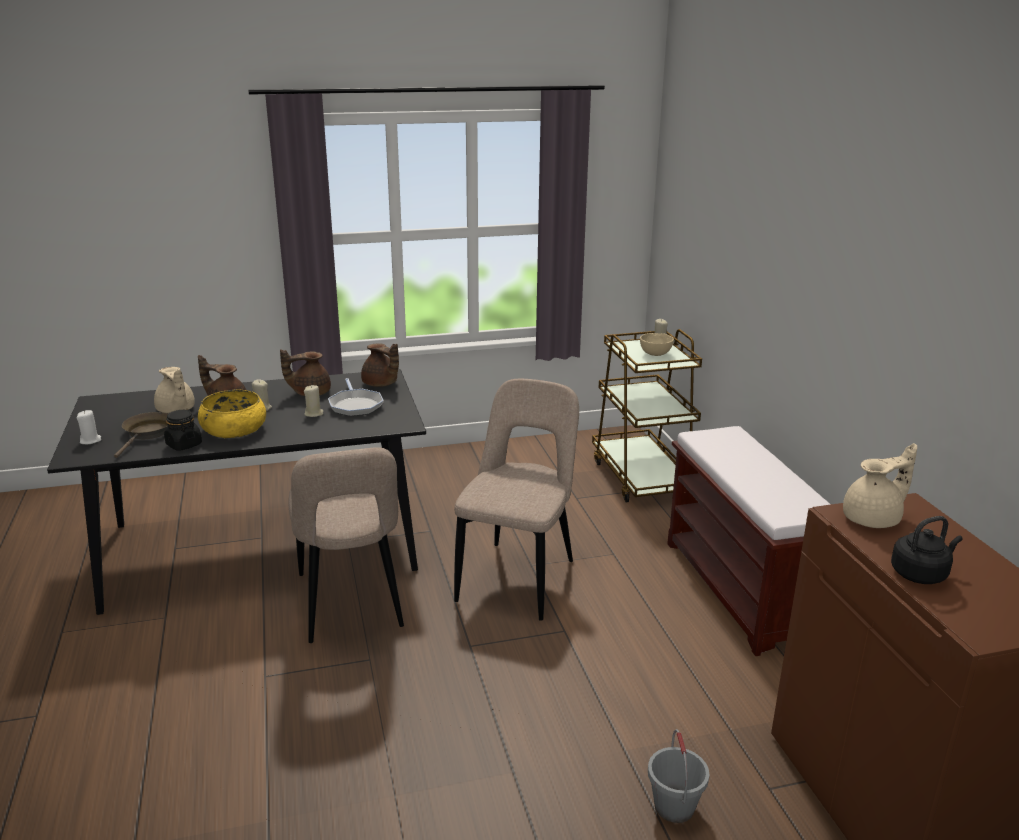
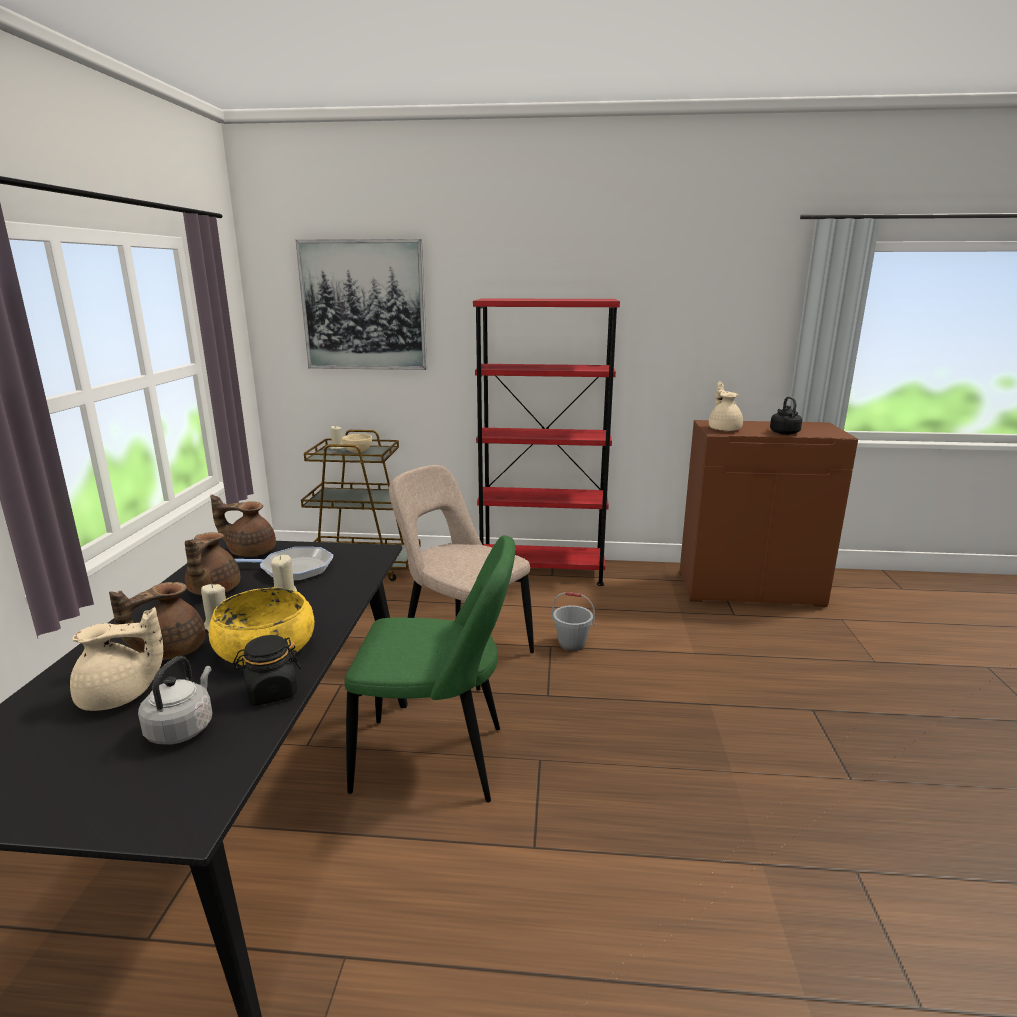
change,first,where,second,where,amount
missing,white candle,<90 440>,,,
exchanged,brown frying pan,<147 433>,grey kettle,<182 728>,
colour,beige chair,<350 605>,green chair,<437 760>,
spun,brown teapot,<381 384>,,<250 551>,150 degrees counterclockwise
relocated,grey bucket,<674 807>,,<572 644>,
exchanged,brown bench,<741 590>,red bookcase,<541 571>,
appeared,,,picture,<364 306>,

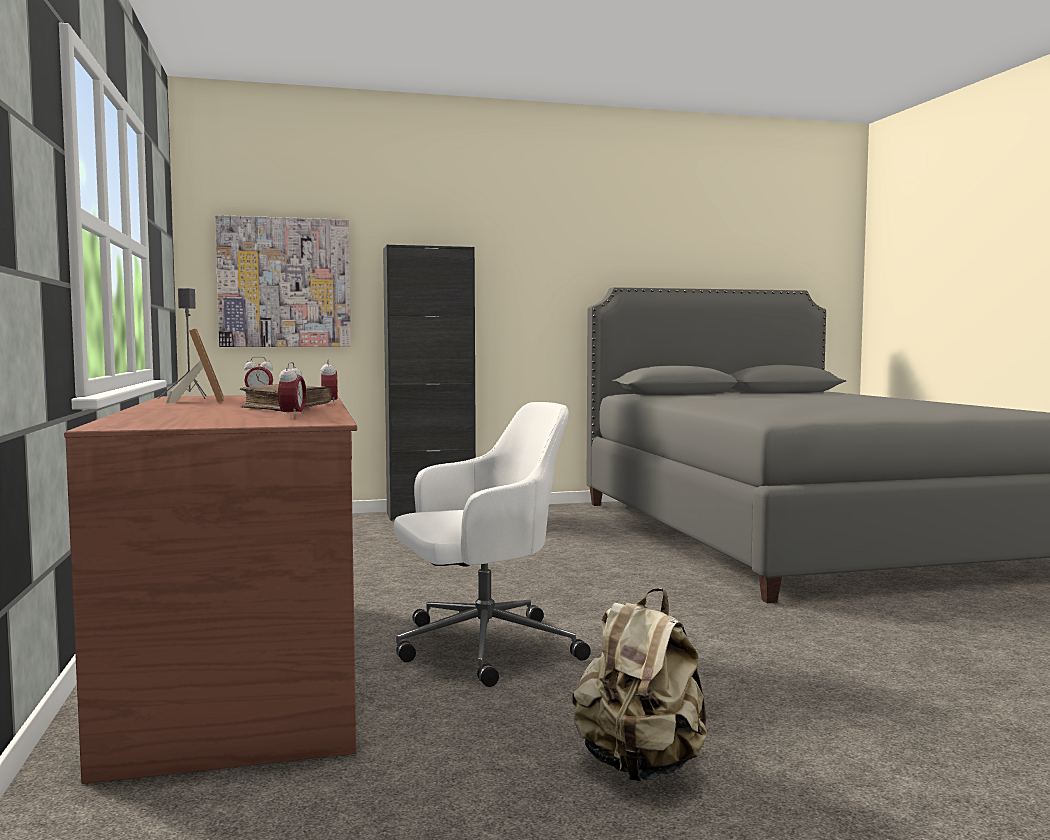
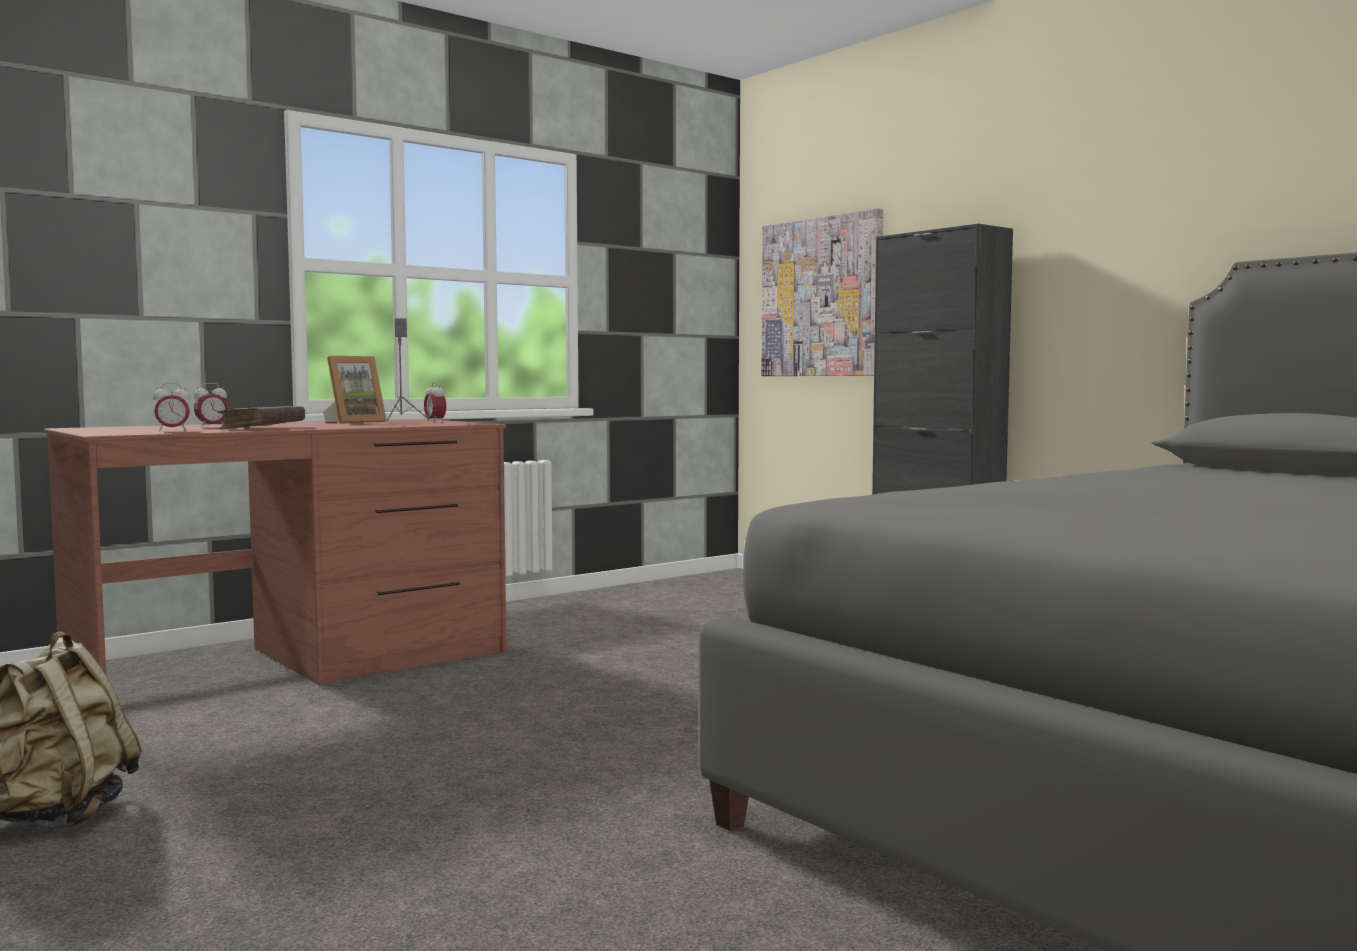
change,first,where,second,where,amount
relocated,alarm clock,<329 404>,,<212 427>,
missing,white office chair,<481 648>,,,

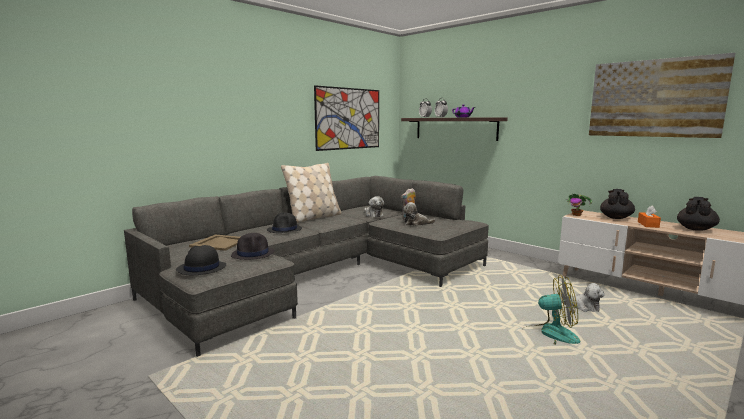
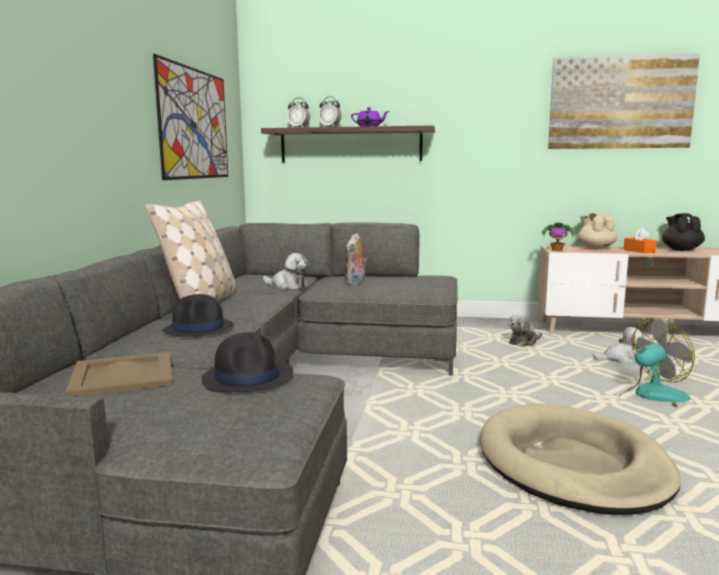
change,first,where,second,where,amount
missing,black hat,<201 268>,,,
relocated,plush toy,<416 223>,,<523 342>,
colour,black teapot,<615 217>,beige teapot,<595 248>,
appeared,,,beige dog bed,<572 464>,

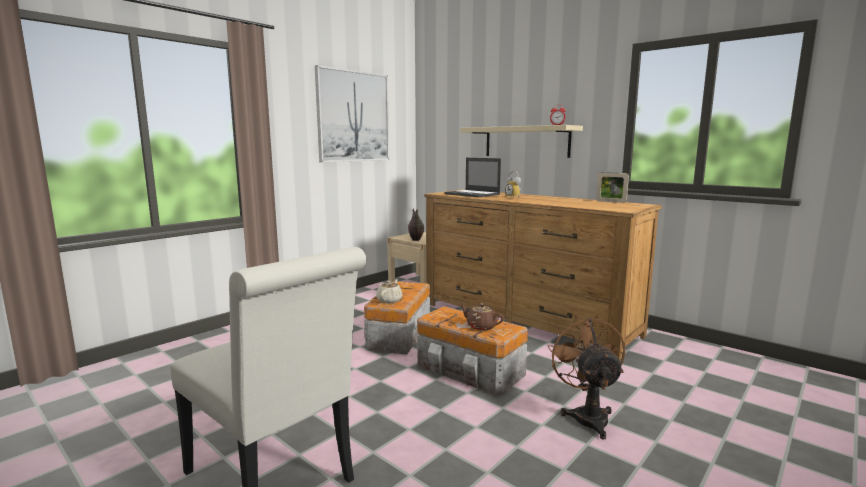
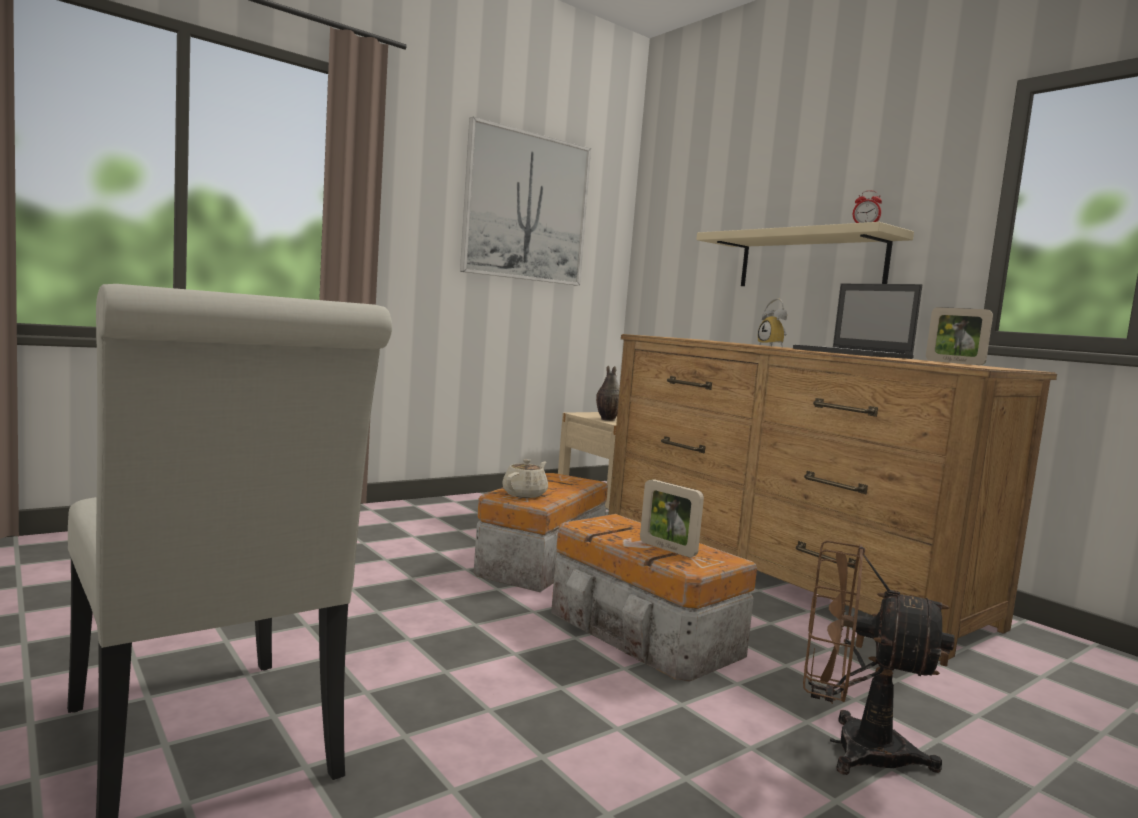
change,first,where,second,where,amount
relocated,laptop,<472 194>,,<853 354>,
exchanged,brown teapot,<481 326>,picture frame,<667 549>,
spun,brown fan,<587 415>,,<851 747>,75 degrees counterclockwise

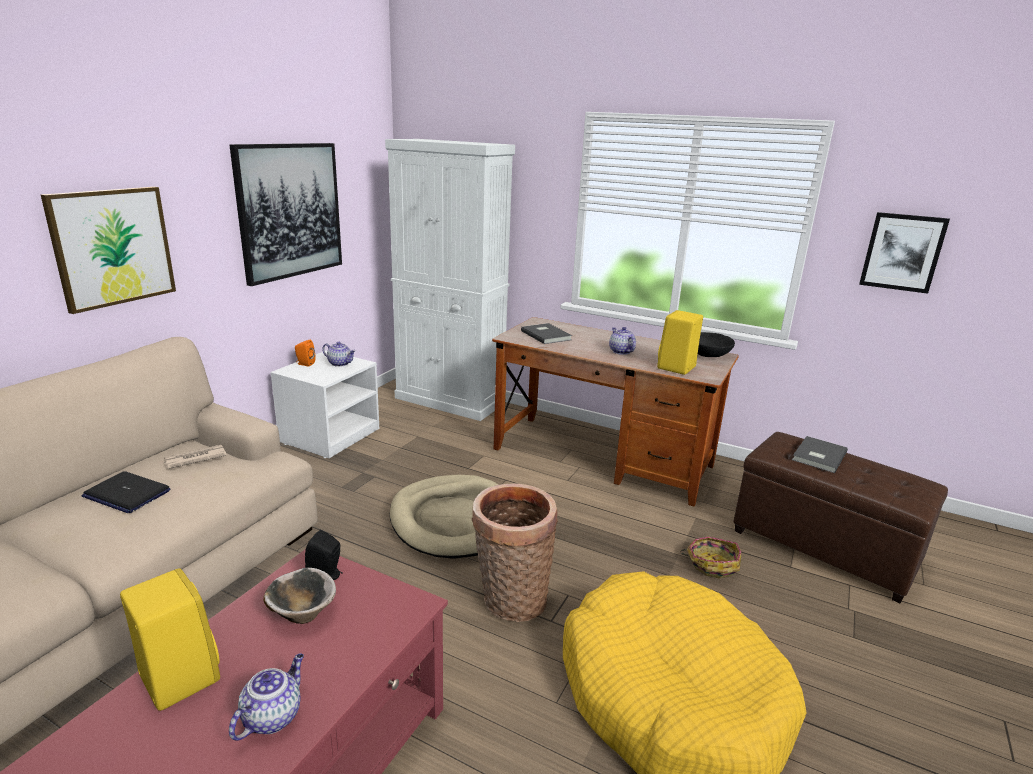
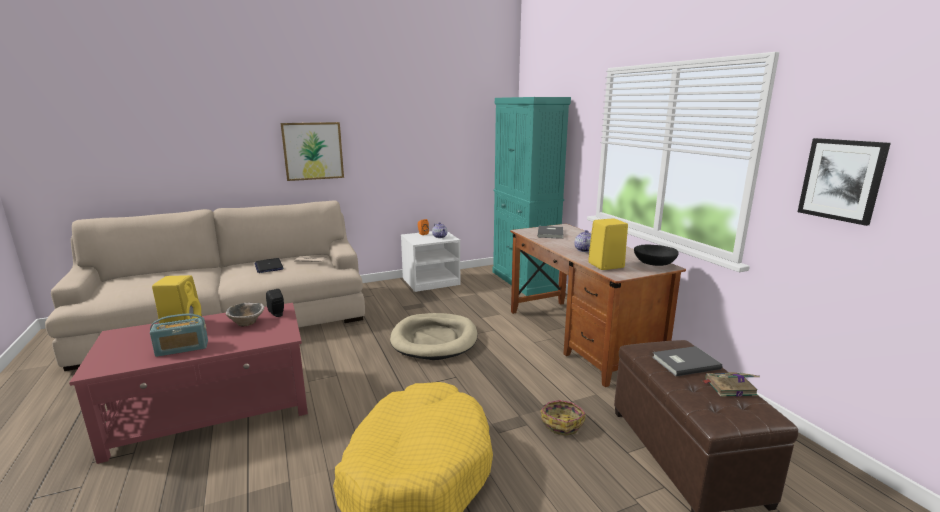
change,first,where,second,where,amount
missing,picture,<290 211>,,,
exchanged,teapot,<272 716>,radio,<182 348>,
colour,white cabinet,<450 400>,turquoise cabinet,<524 280>,
missing,basket,<510 600>,,,
appeared,,,book,<729 387>,

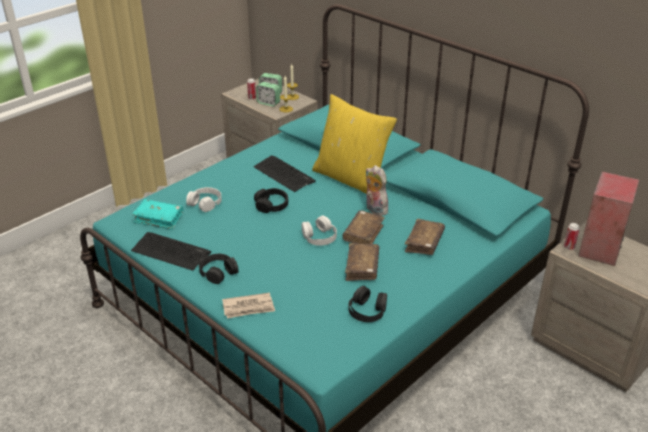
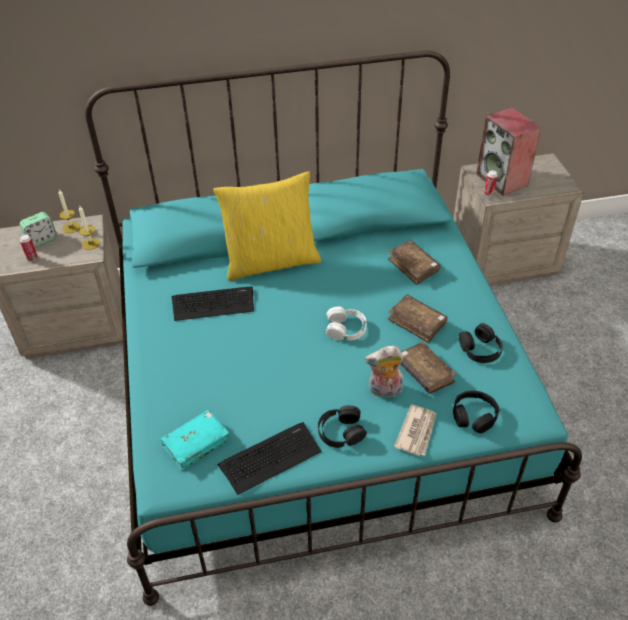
change,first,where,second,where,amount
missing,white headphones,<205 203>,,,
relocated,black headphones,<271 205>,,<474 416>,
missing,alarm clock,<268 103>,,,
relocated,brown book,<363 234>,,<424 373>,
relocated,plush toy,<374 209>,,<384 391>,

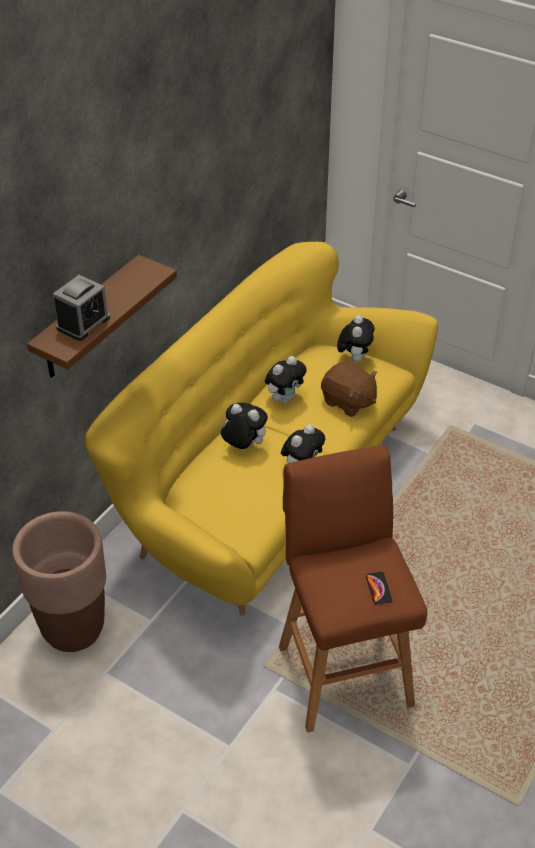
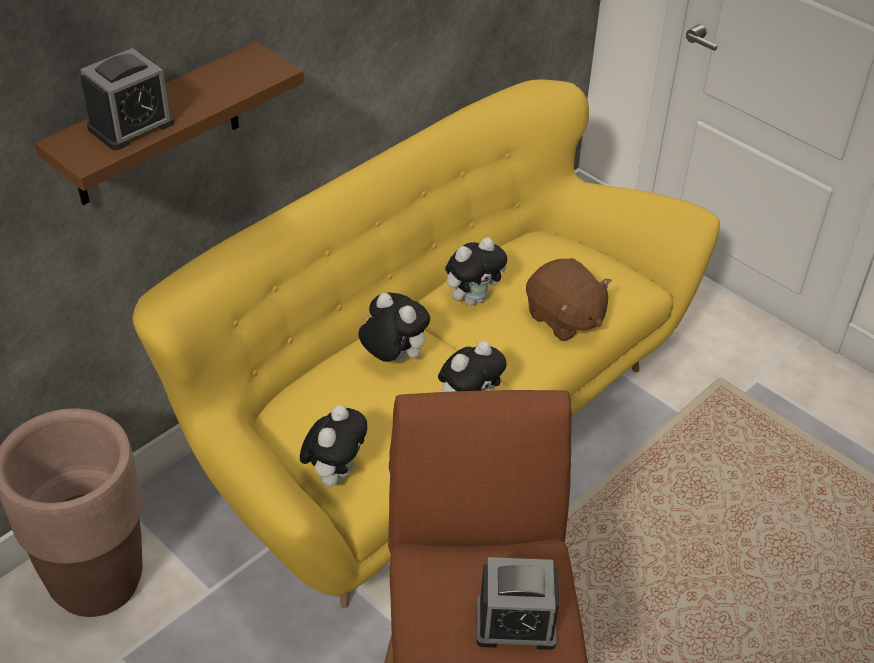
change,first,where,second,where,amount
relocated,plush toy,<354 358>,,<335 474>,
exchanged,phone,<378 588>,alarm clock,<515 623>,

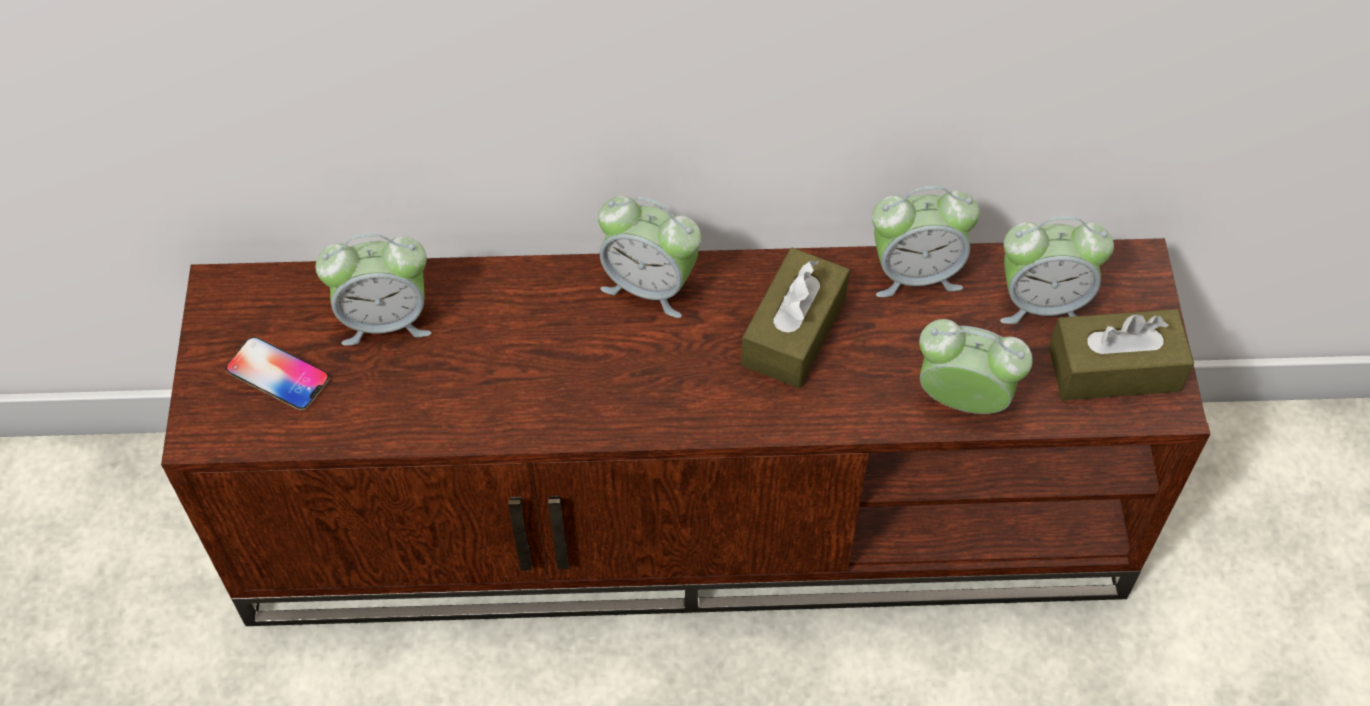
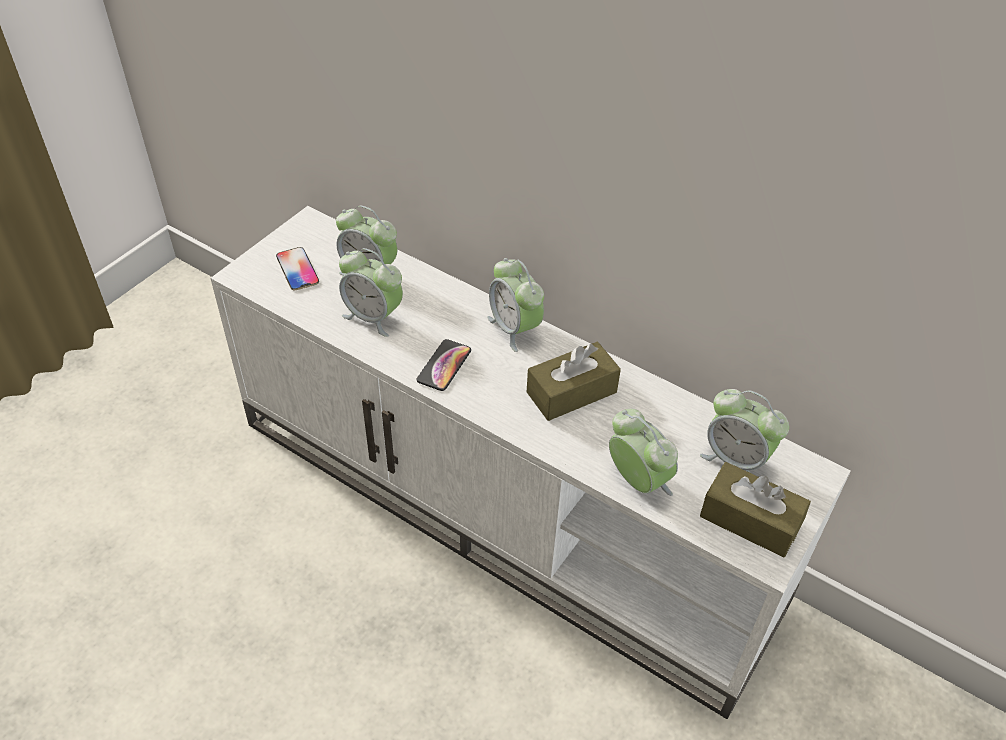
change,first,where,second,where,amount
colour,brown tv stand,<689 516>,white tv stand,<504 509>,
relocated,alarm clock,<915 273>,,<373 317>,
appeared,,,phone,<444 365>,

